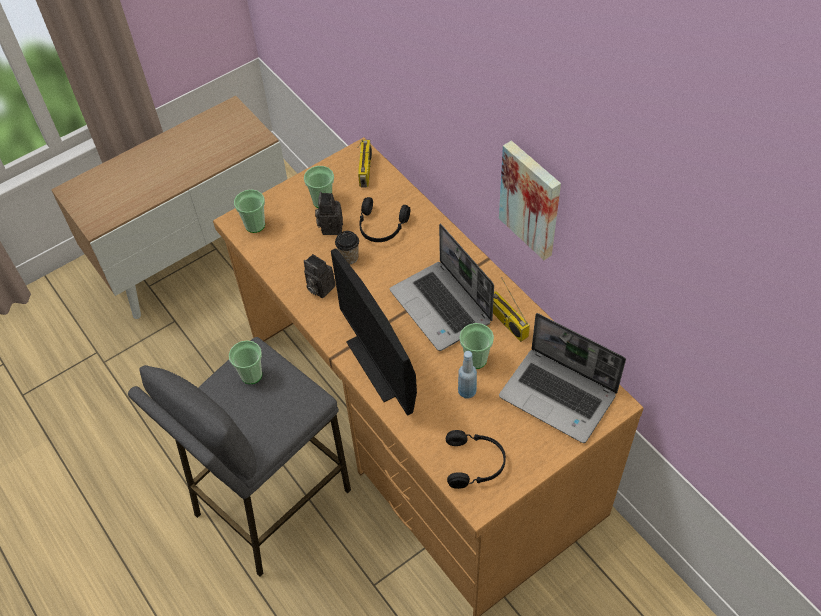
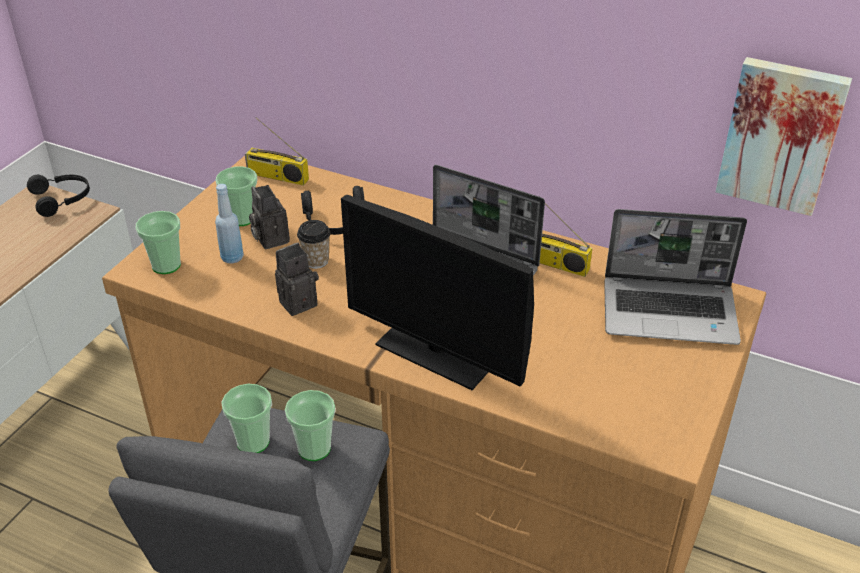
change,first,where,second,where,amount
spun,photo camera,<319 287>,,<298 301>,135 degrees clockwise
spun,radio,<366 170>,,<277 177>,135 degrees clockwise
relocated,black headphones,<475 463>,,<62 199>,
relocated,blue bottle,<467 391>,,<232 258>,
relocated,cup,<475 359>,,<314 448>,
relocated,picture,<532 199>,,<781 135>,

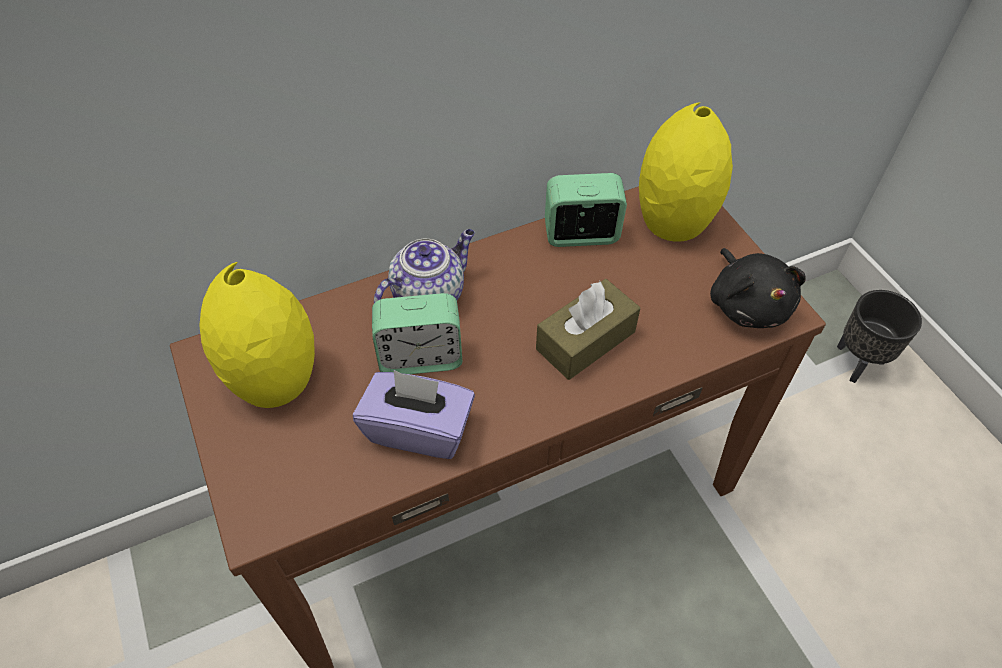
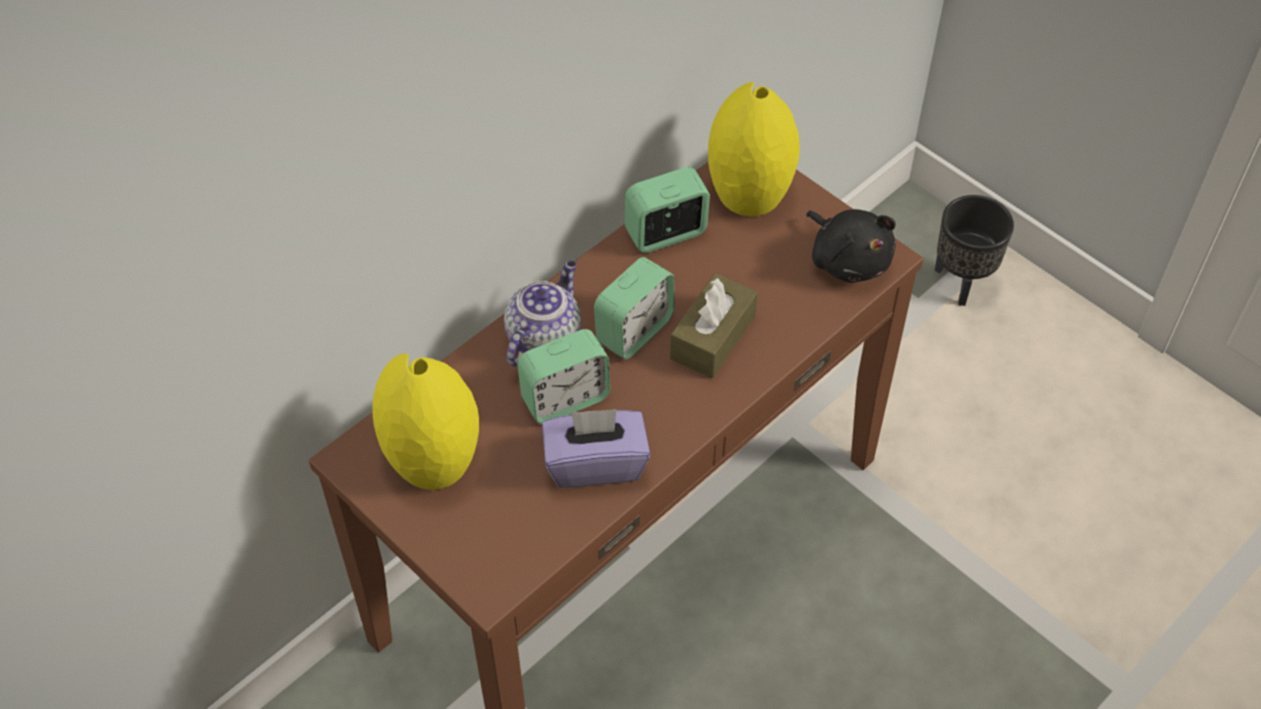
change,first,where,second,where,amount
appeared,,,alarm clock,<634 330>,

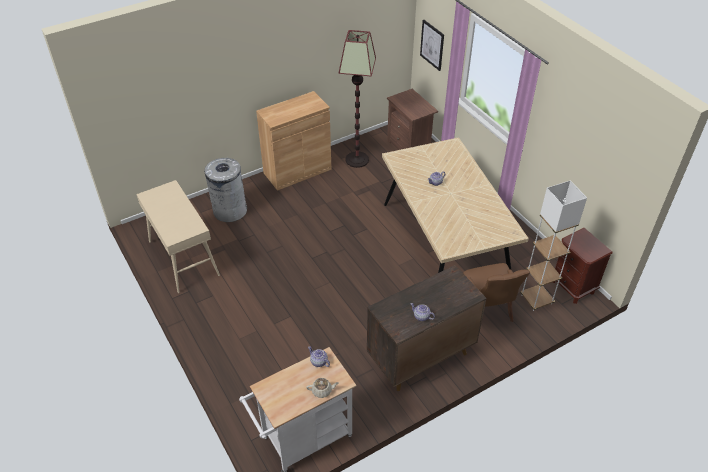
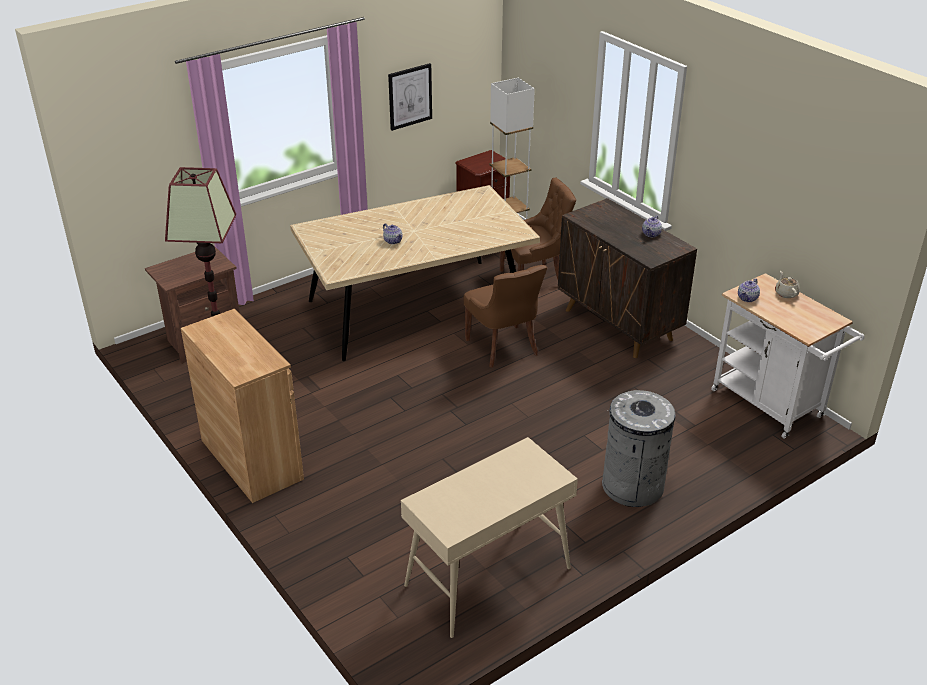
change,first,where,second,where,amount
relocated,grey trash can,<229 210>,,<632 486>,
relocated,picture,<432 45>,,<410 96>,
appeared,,,brown chair,<503 348>,

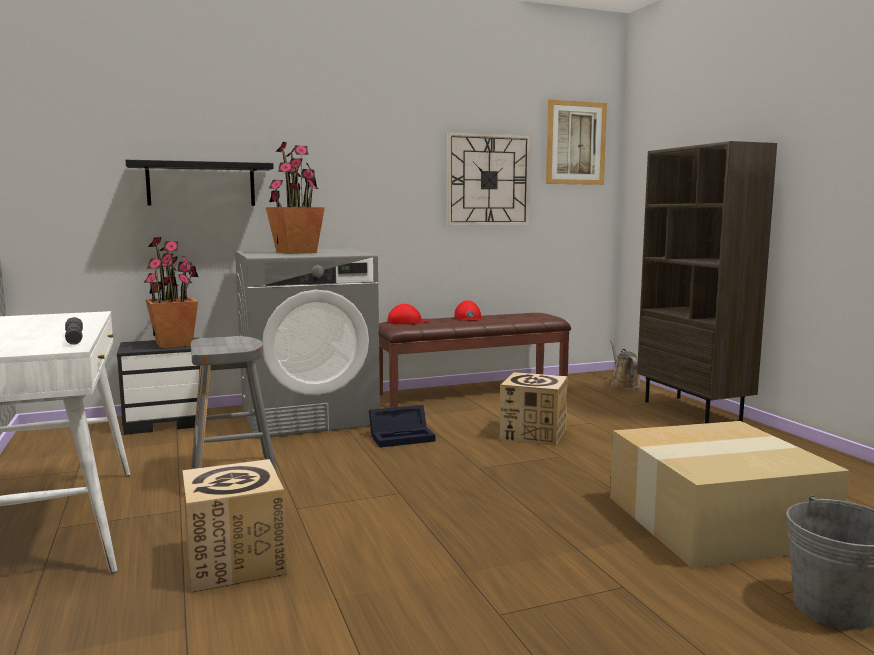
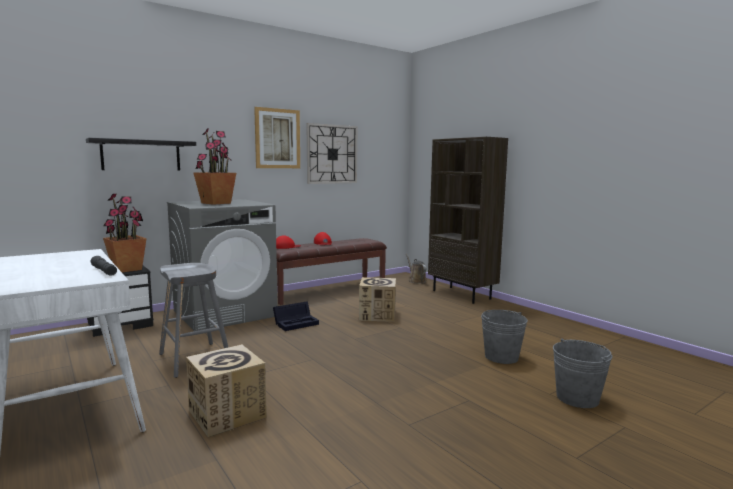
change,first,where,second,where,amount
relocated,picture,<575 143>,,<277 138>,
exchanged,cardboard box,<717 520>,grey bucket,<501 357>,

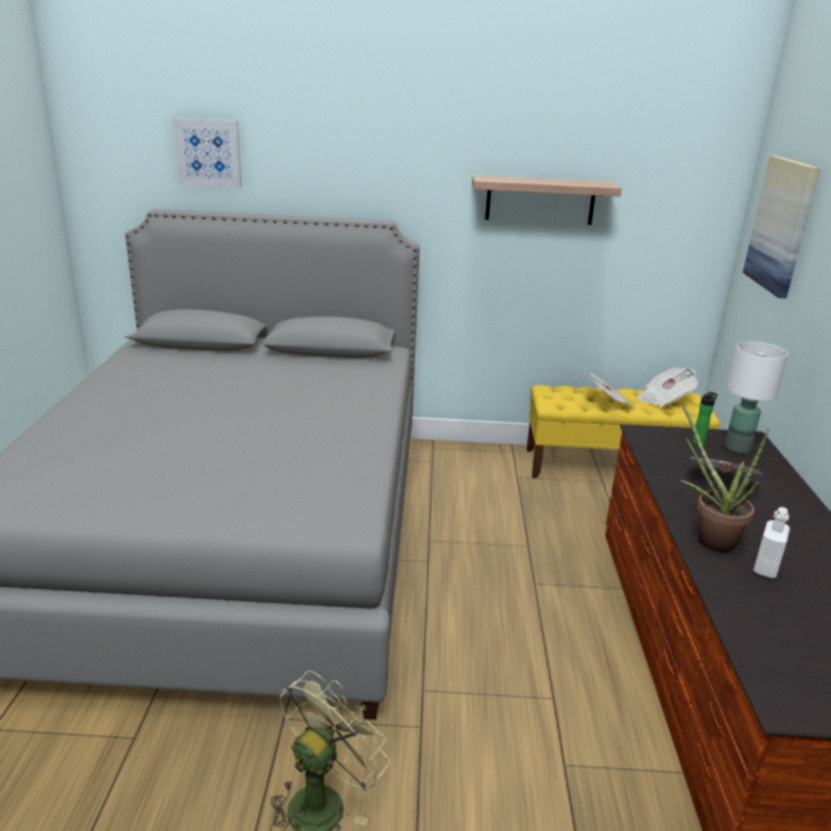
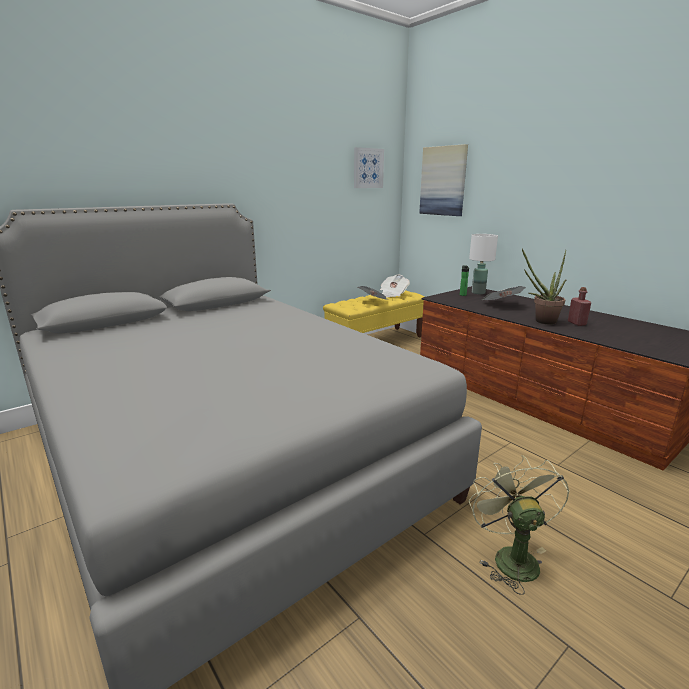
change,first,where,second,where,amount
relocated,picture,<208 152>,,<368 168>,
missing,shelf,<540 200>,,,
colour,white bottle,<765 568>,red bottle,<576 323>,

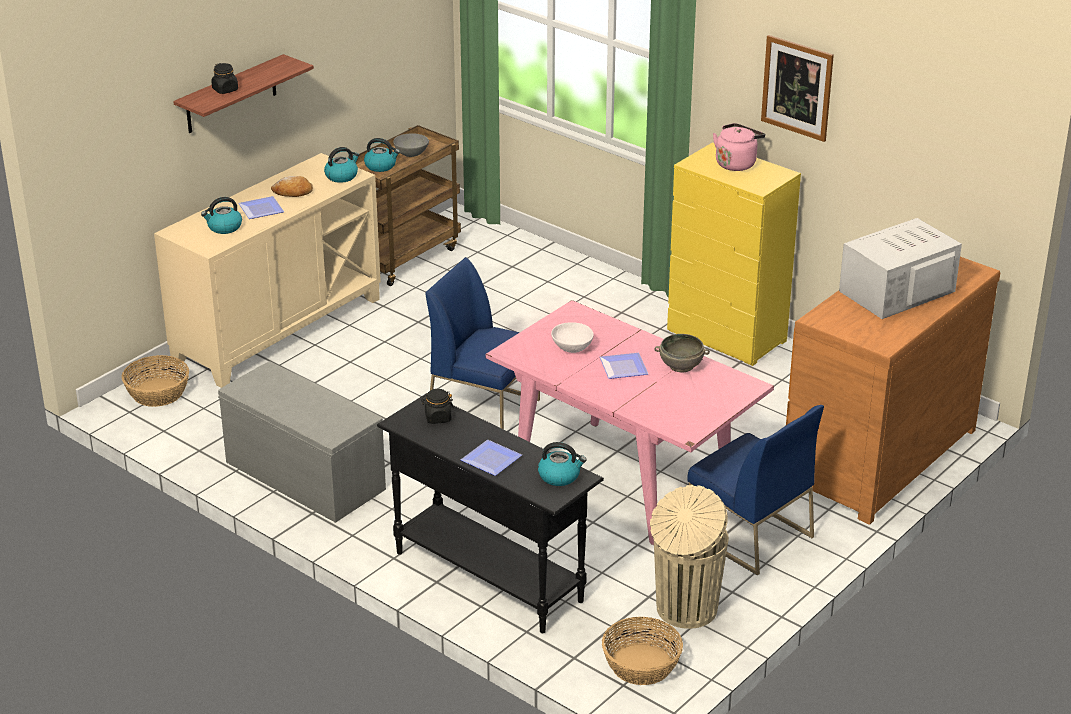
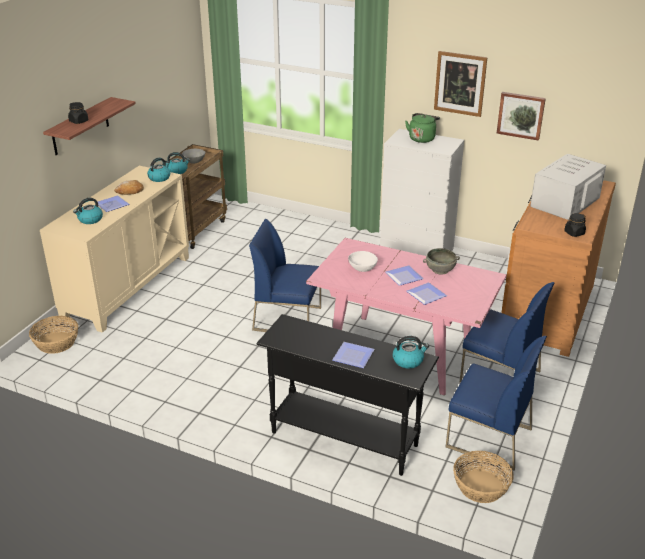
change,first,where,second,where,amount
missing,grey bench,<303 476>,,,
relocated,black jar,<437 418>,,<574 233>,
exchanged,beige trash can,<685 609>,blue chair,<488 438>,
colour,yellow dresser,<727 337>,white dresser,<417 251>,
colour,pink kettle,<736 163>,green kettle,<422 138>,
appeared,,,plate,<426 296>,
appeared,,,picture,<521 115>,

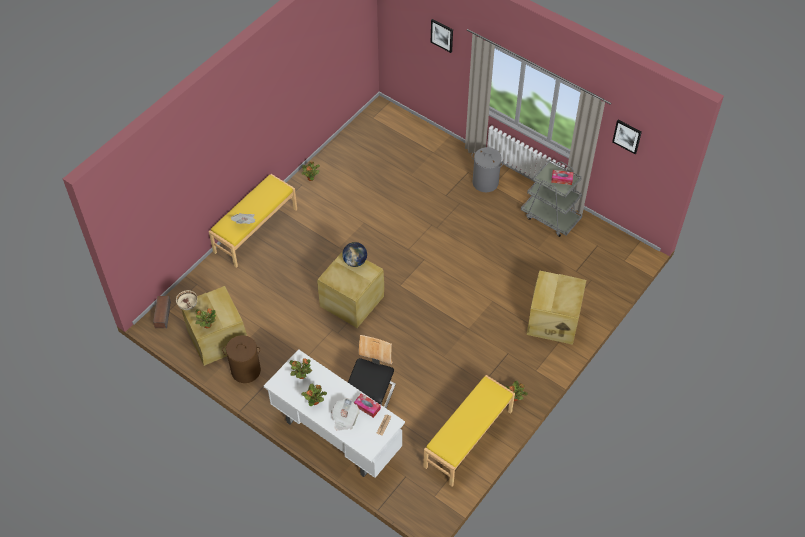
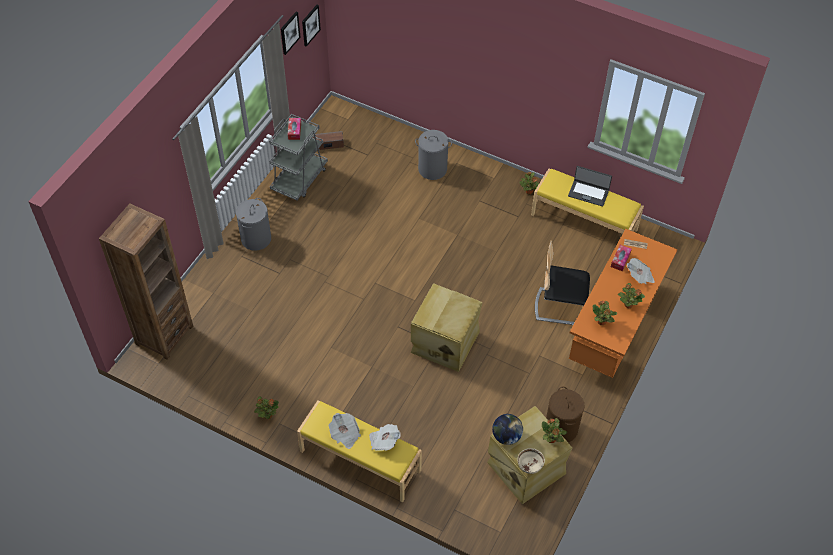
change,first,where,second,where,amount
relocated,speaker,<162 315>,,<327 145>,
colour,white desk,<336 436>,orange desk,<614 329>,
relocated,globe,<355 261>,,<506 436>,
relocated,picture,<442 35>,,<310 25>,
exchanged,beige storage box,<552 320>,grey laundry basket,<432 169>,
appeared,,,brown bookcase,<164 335>,
appeared,,,newspaper,<345 434>,
appeared,,,laptop,<588 193>,

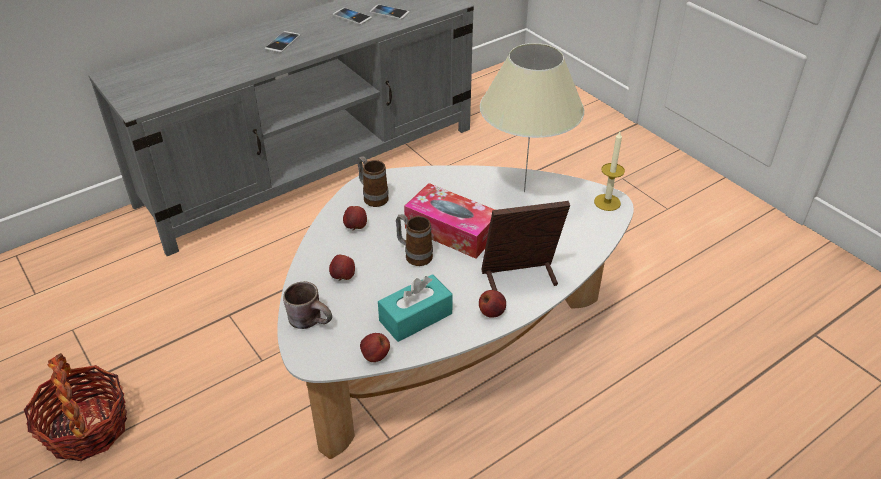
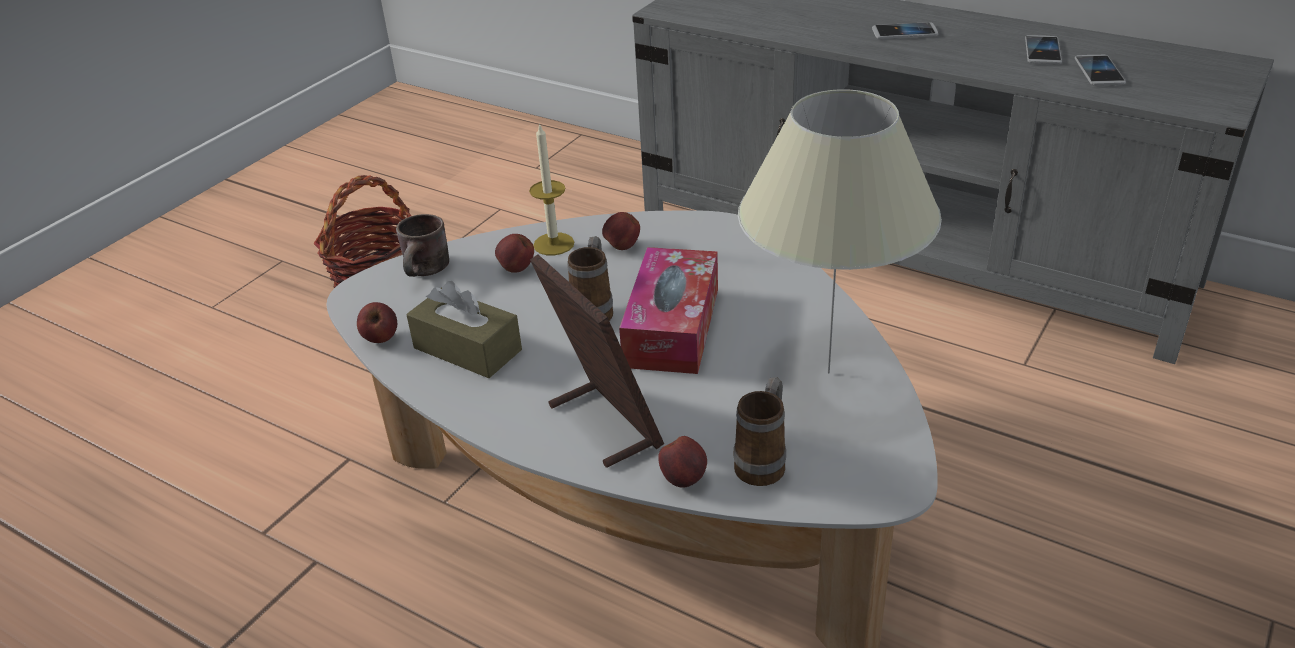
change,first,where,second,where,amount
relocated,mug,<372 197>,,<764 462>,
colour,turquoise tissue box,<415 317>,brown tissue box,<467 349>,
relocated,apple,<491 312>,,<684 479>,
relocated,candle,<607 202>,,<553 244>,

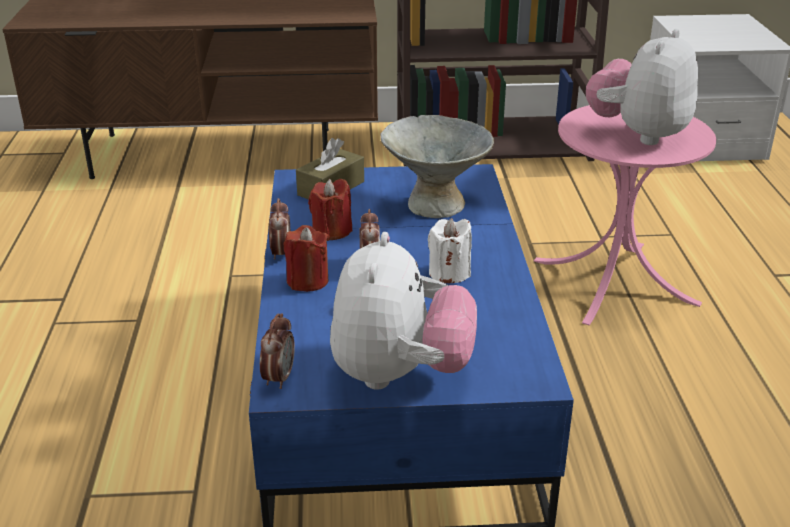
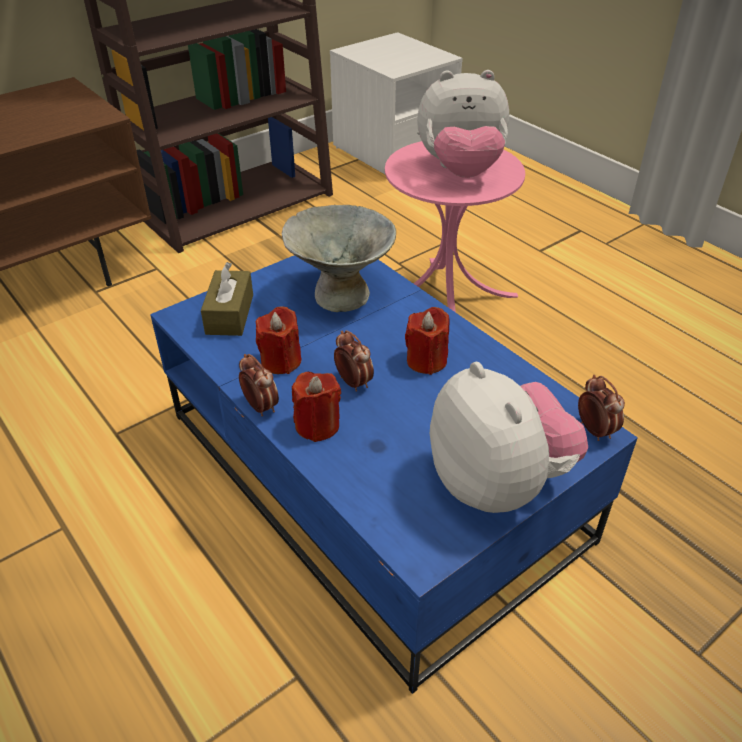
change,first,where,second,where,amount
relocated,alarm clock,<279 378>,,<594 430>,
colour,white candle,<449 273>,red candle,<426 361>,
spun,plush toy,<638 134>,,<460 171>,90 degrees counterclockwise

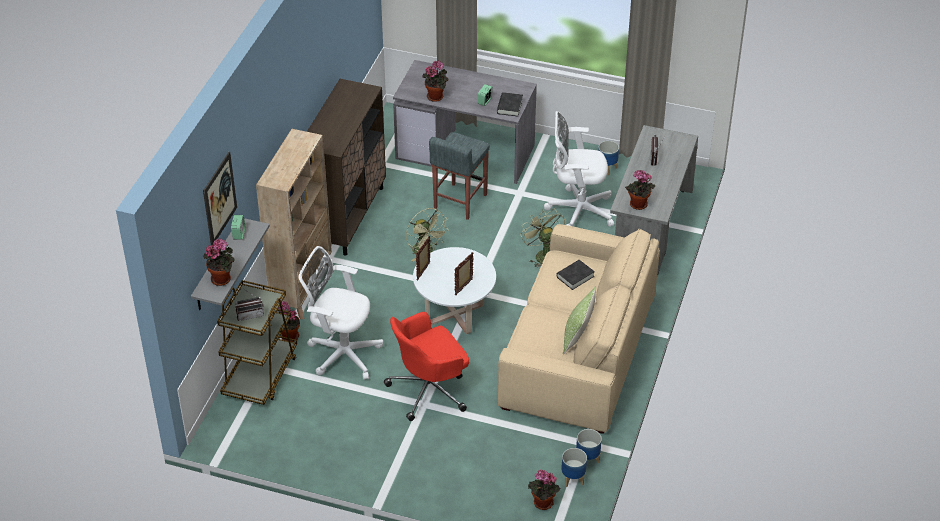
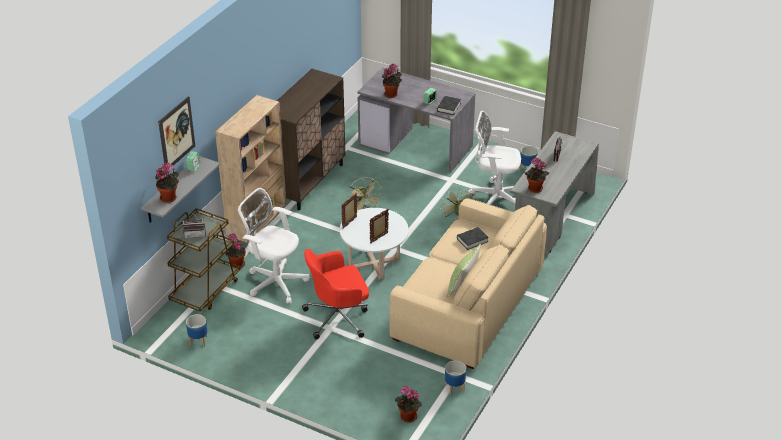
change,first,where,second,where,amount
missing,grey stool,<459 201>,,,
relocated,planter,<572 479>,,<198 340>,

